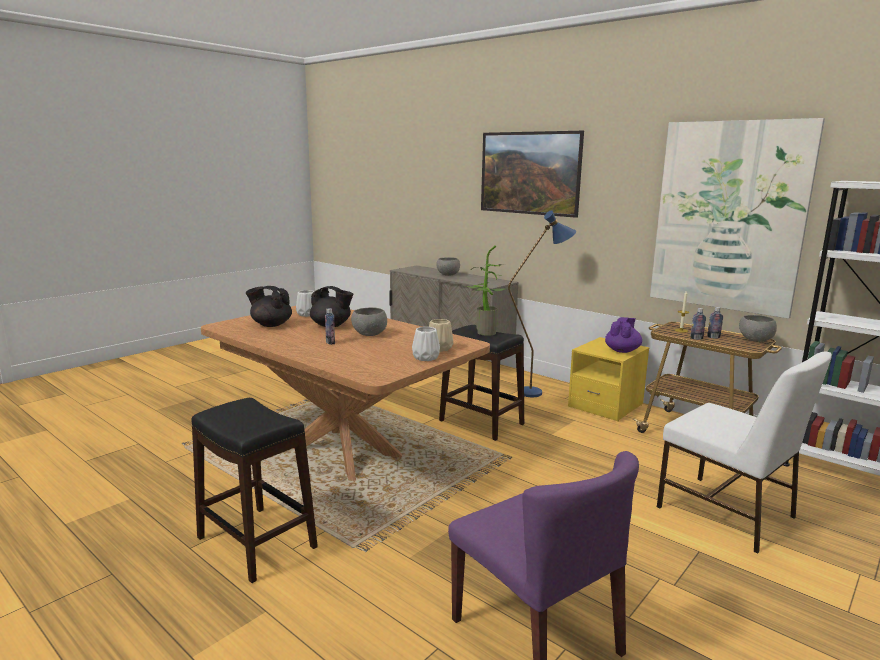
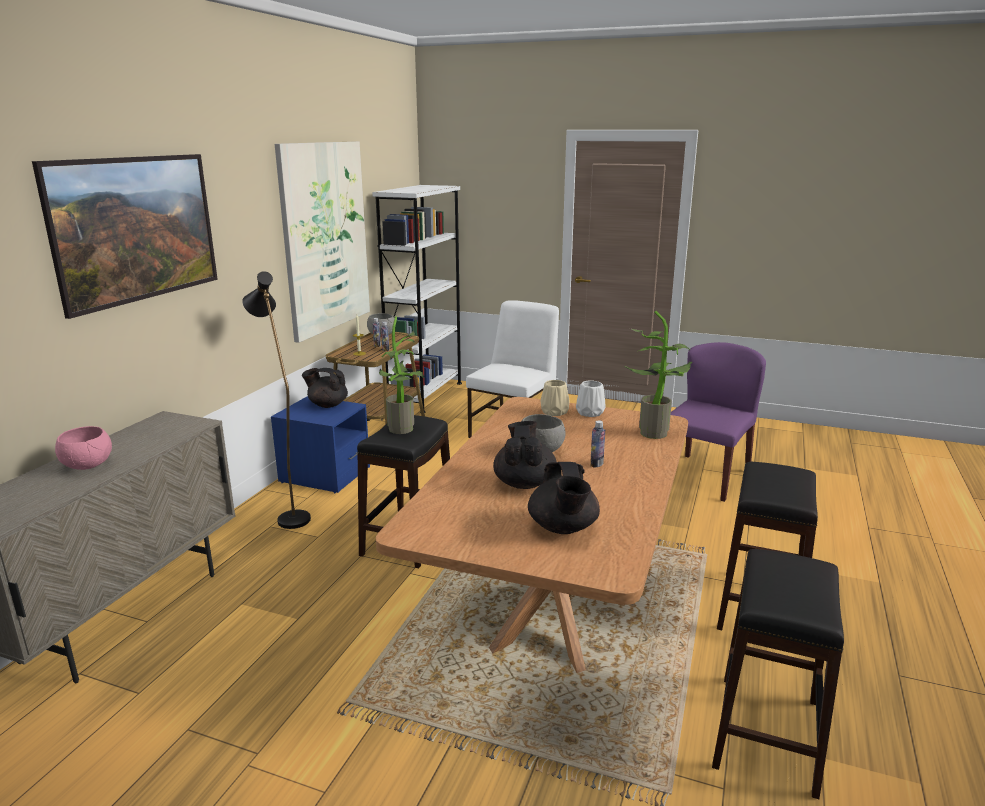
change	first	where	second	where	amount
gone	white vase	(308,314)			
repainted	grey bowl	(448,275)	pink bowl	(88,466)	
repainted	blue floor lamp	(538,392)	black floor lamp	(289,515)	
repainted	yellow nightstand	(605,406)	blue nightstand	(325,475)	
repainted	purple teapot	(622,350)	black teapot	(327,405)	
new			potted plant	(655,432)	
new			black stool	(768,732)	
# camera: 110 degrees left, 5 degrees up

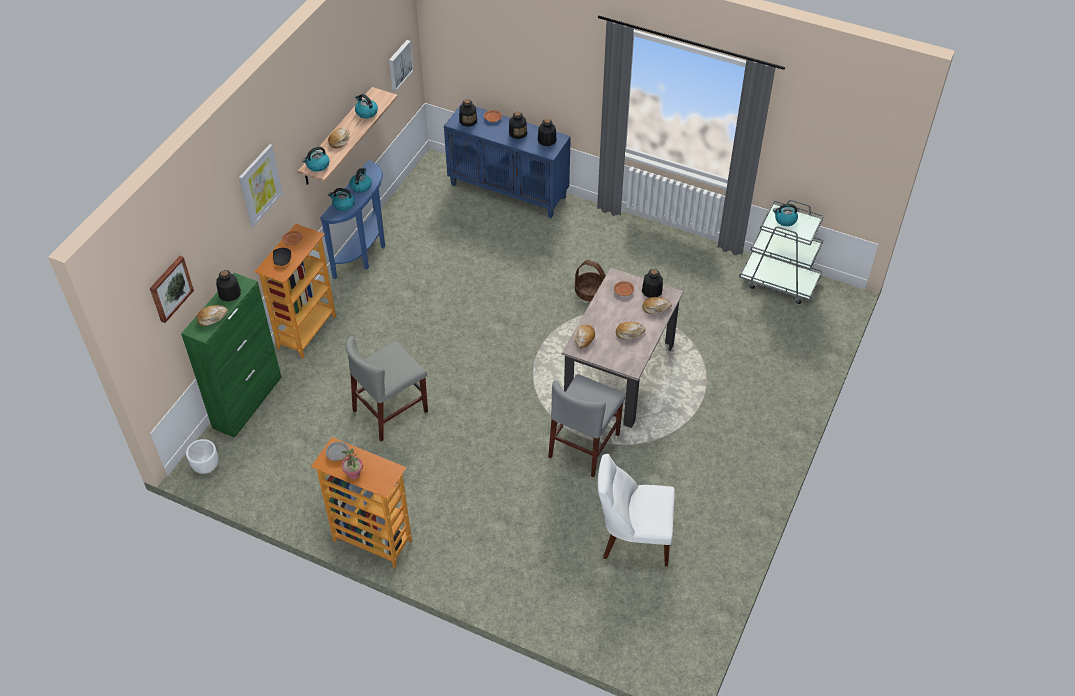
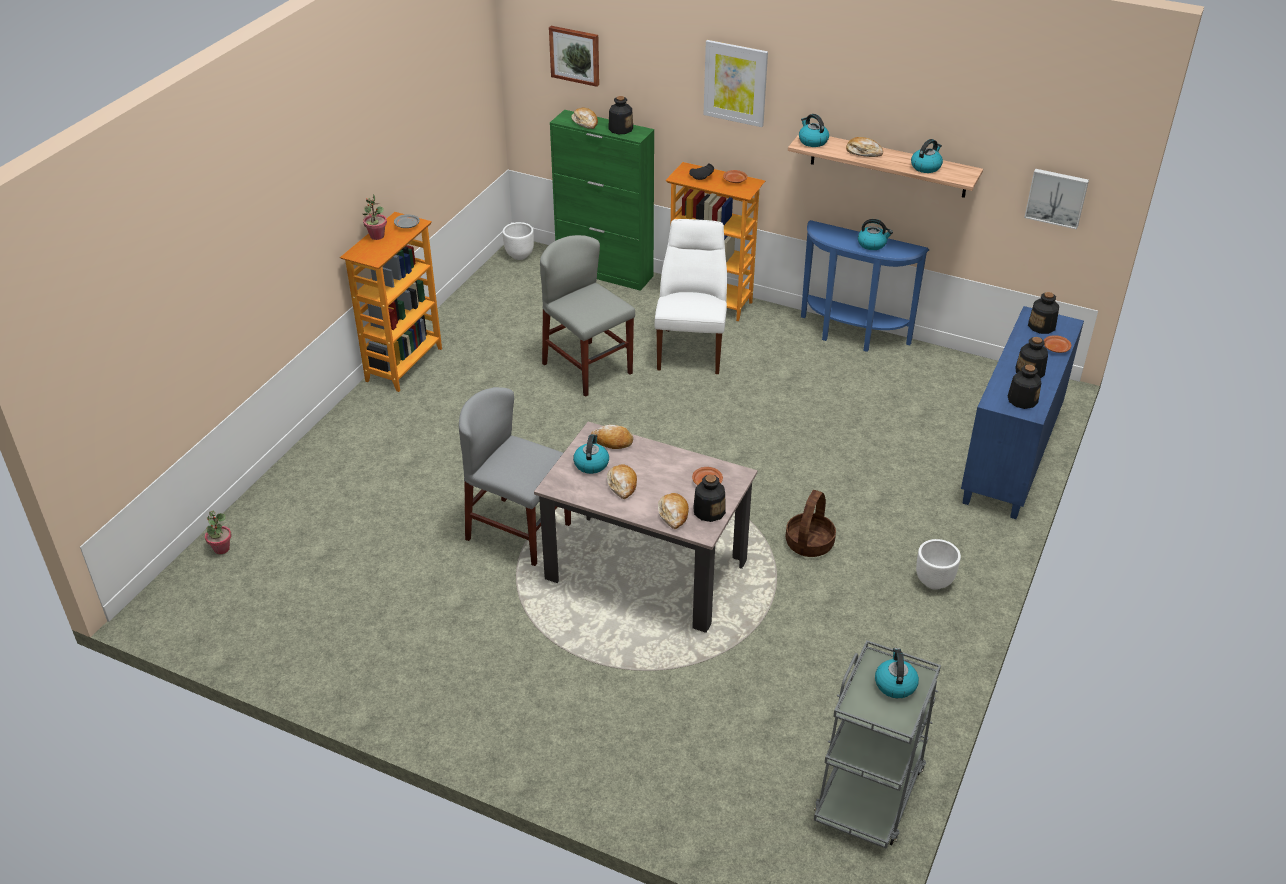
change	first	where	second	where	amount
shifted	kettle	(343,204)		(591,464)	
shifted	white chair	(633,539)		(691,348)	
new			potted plant	(221,549)	
new			white planter	(934,581)	
# camera: 90 degrees right, 10 degrees down

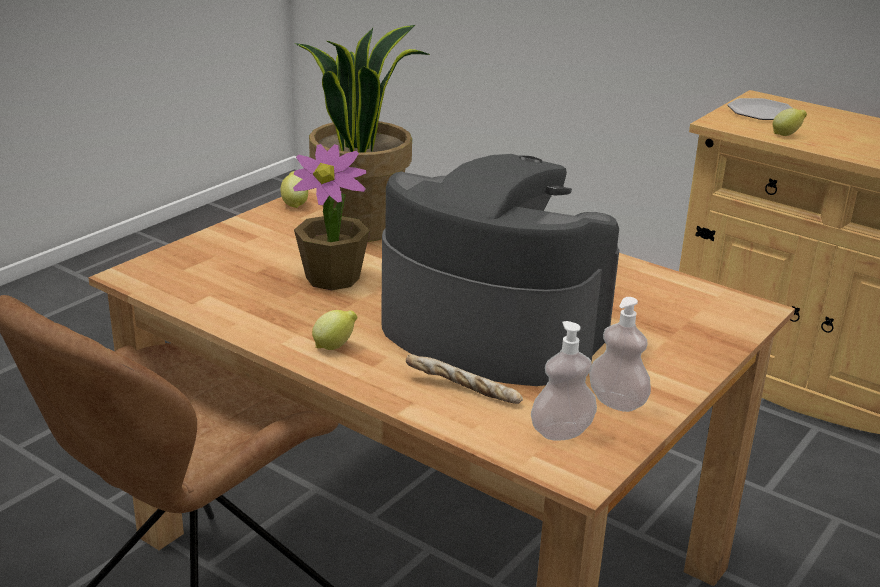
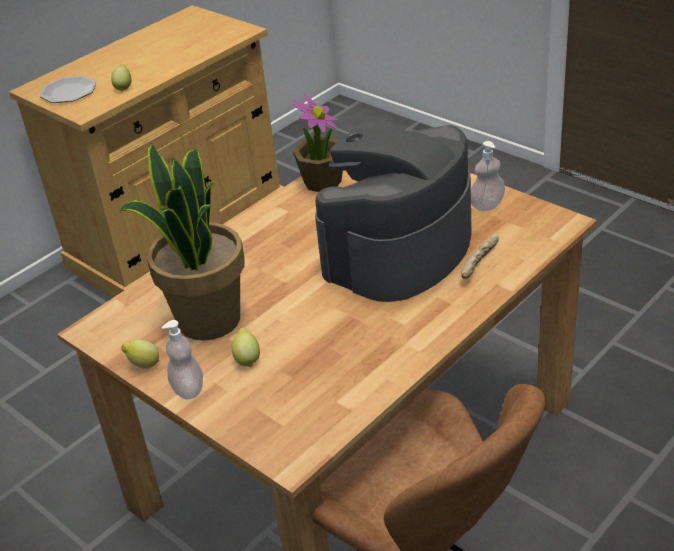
change	first	where	second	where	amount
shifted	potted plant	(333,278)		(322,182)	
shifted	lemon	(335,346)		(247,359)	
shifted	soap dispenser	(561,432)		(188,389)	
# camera: 80 degrees left, 10 degrees up

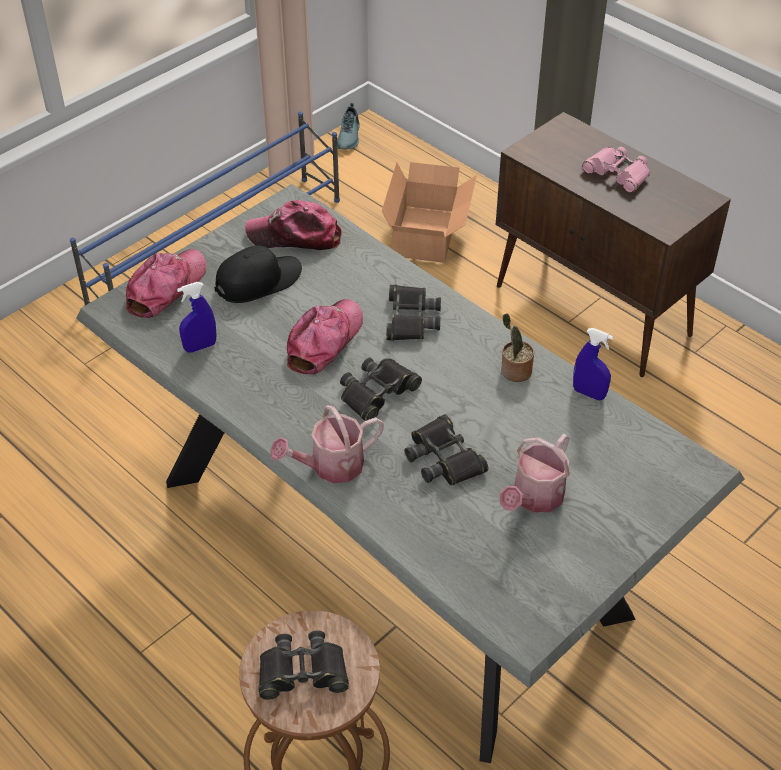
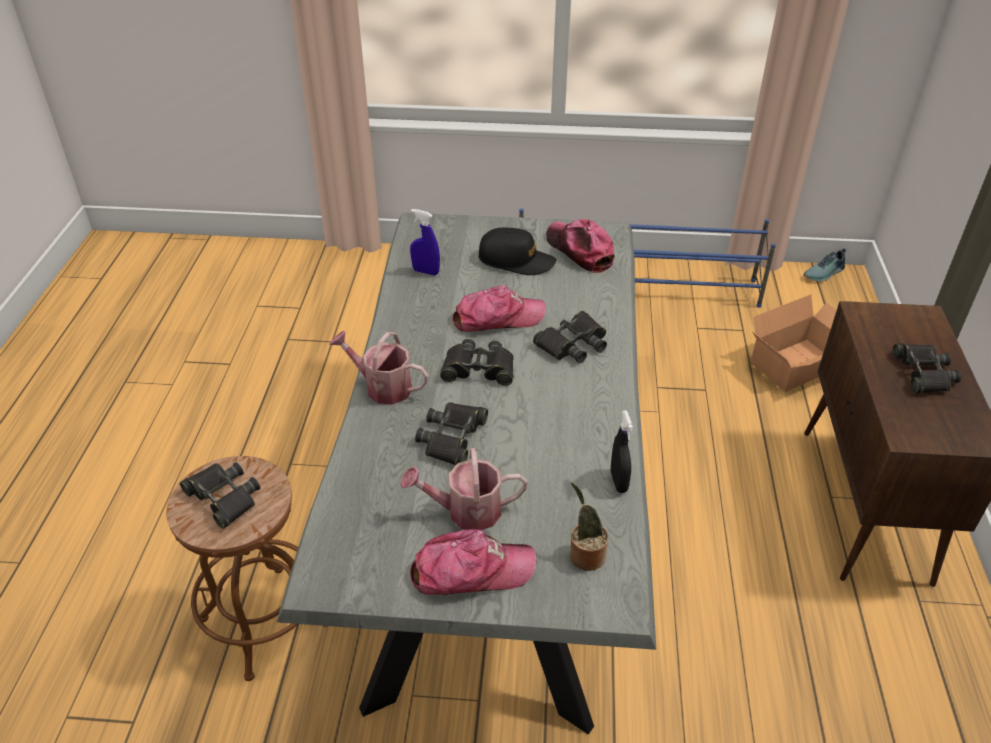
change	first	where	second	where	amount
shifted	cap	(166,288)		(471,571)	
shifted	potted plant	(514,371)		(585,555)	
repainted	blue spray bottle	(589,393)	black spray bottle	(618,481)	
repainted	pink binoculars	(617,173)	black binoculars	(923,373)	
# camera: 50 degrees right, 5 degrees down

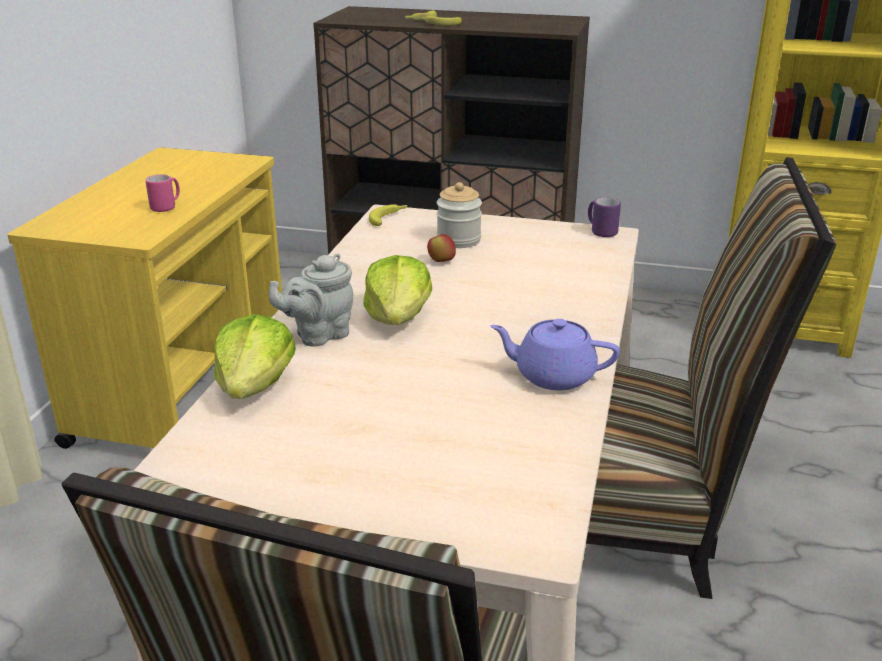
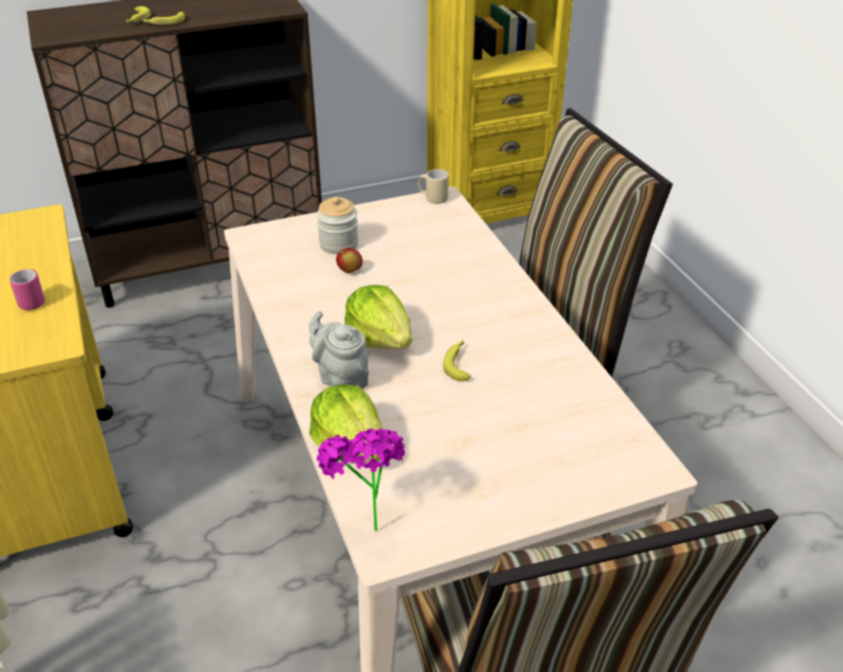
change	first	where	second	where	amount
rotated	grey teapot	(318,335)		(341,378)	120 degrees clockwise
shifted	banana	(389,218)		(459,363)	
gone	purple teapot	(553,376)			
repainted	purple mug	(600,232)	beige mug	(433,198)	
new			potted plant	(366,520)	
# camera: 35 degrees left, 10 degrees up

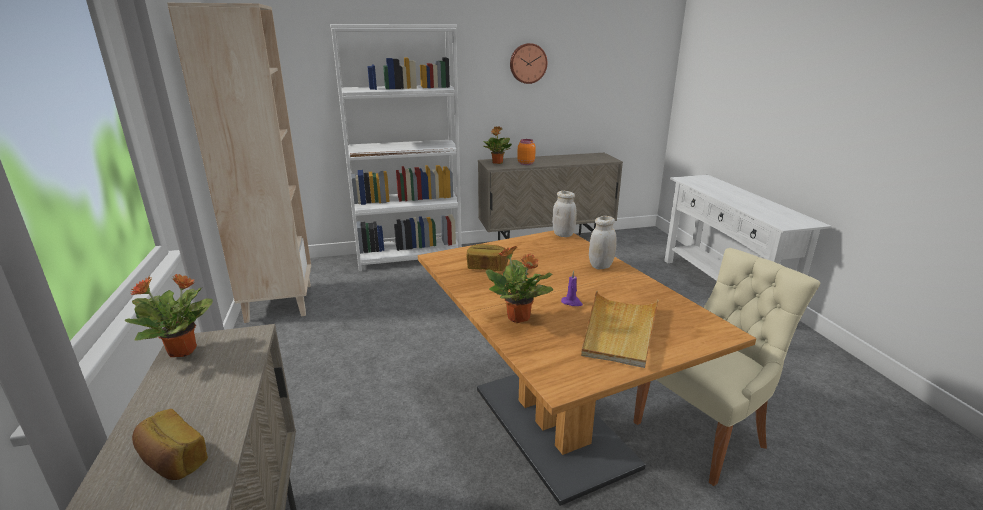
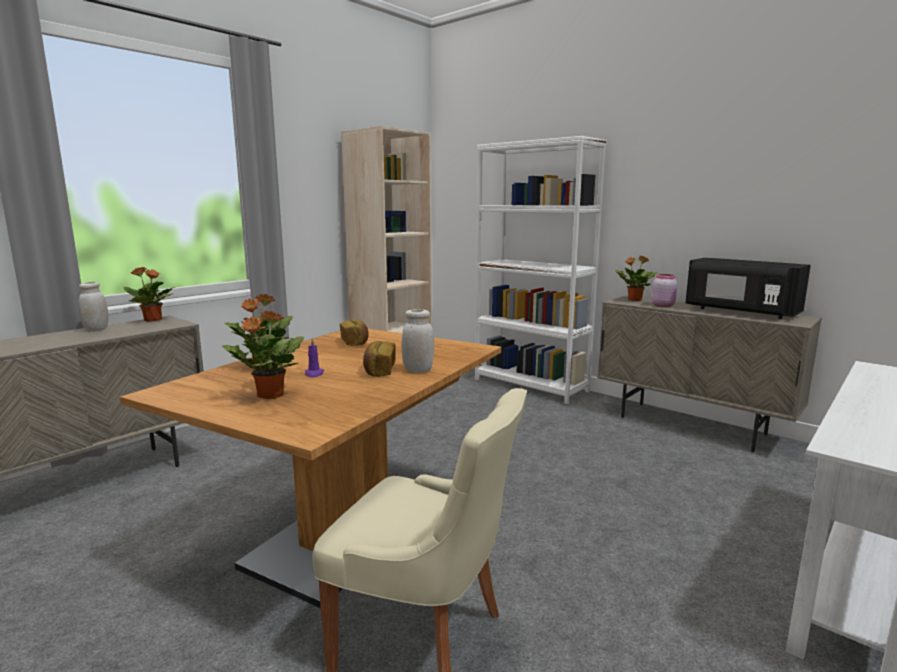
change	first	where	second	where	amount
shifted	bread	(172,461)		(379,370)	
gone	wall clock	(528,63)			
repainted	orange jar	(525,163)	pink jar	(662,305)	
shifted	white jar	(563,234)		(96,330)	
swapped	beige tray	(619,331)	potted plant	(269,395)	
new			black microwave	(739,312)	
# camera: 55 degrees right, 10 degrees down

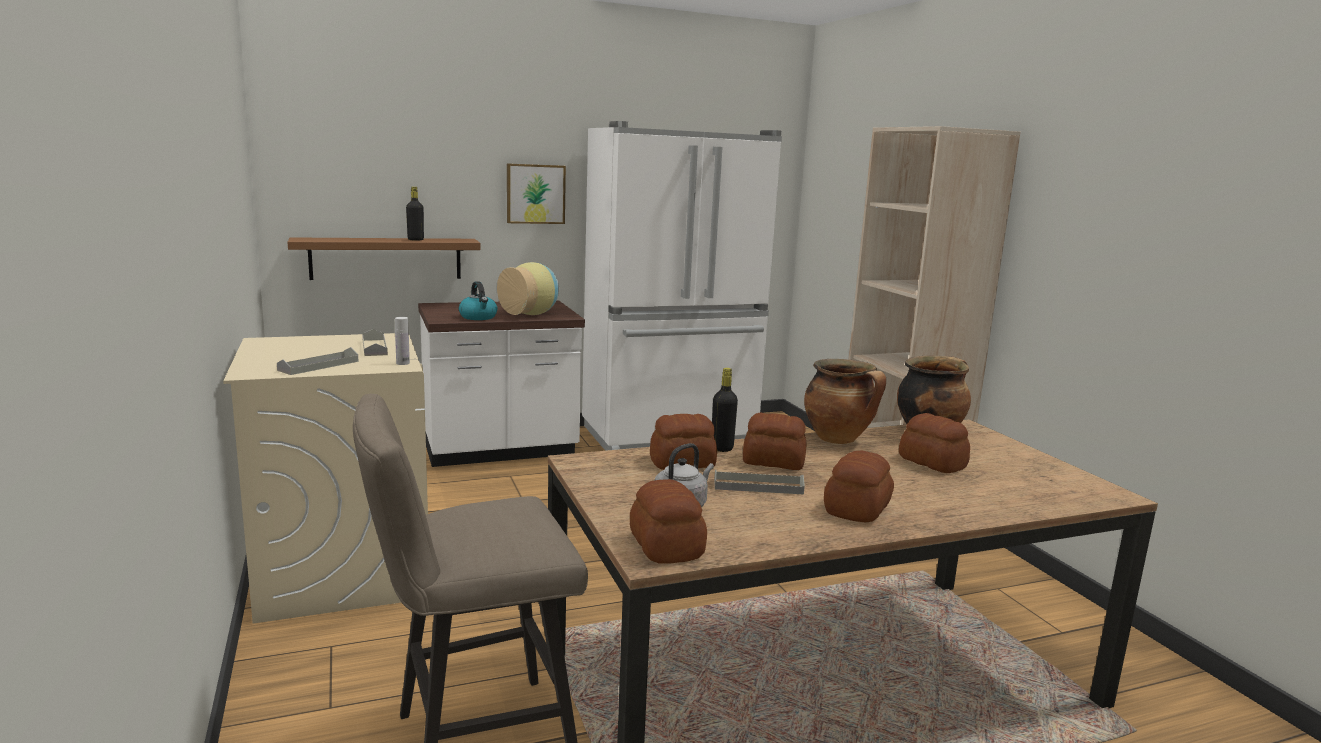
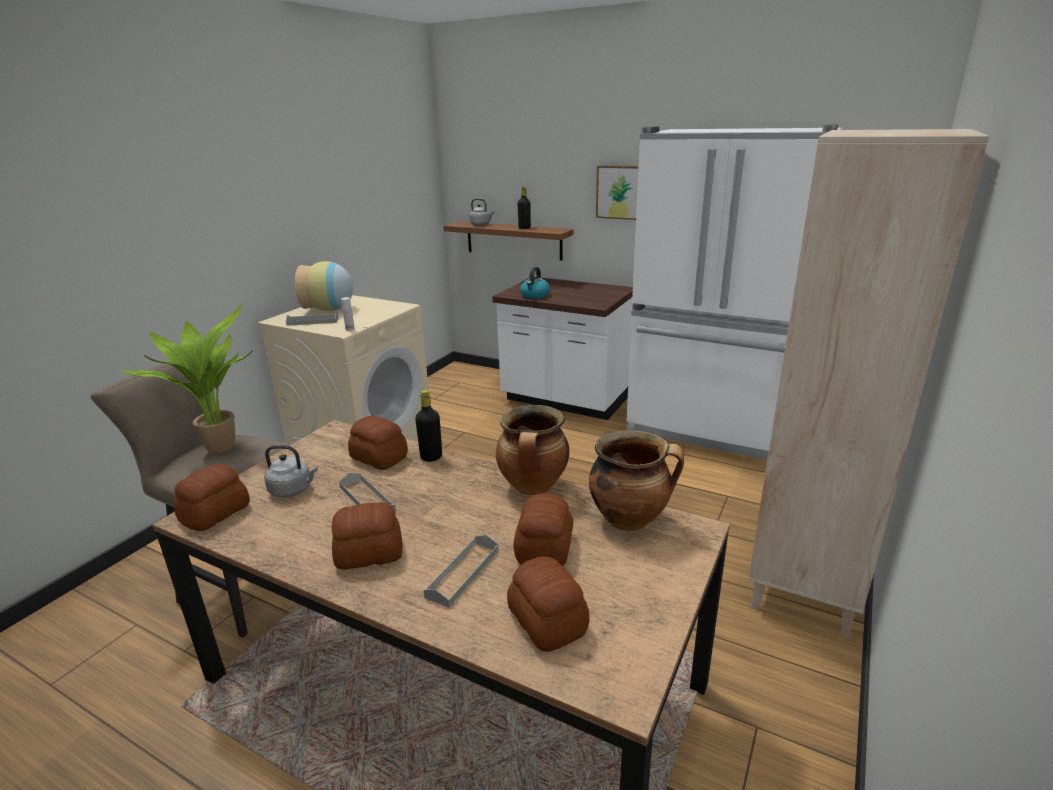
change	first	where	second	where	amount
shifted	grey tray	(374,347)		(463,573)	
shifted	vase	(531,314)		(330,310)	
shifted	bread	(774,462)		(547,622)	
new			potted plant	(220,447)	
new			grey kettle	(481,225)	
# camera: 50 degrees right, 10 degrees up

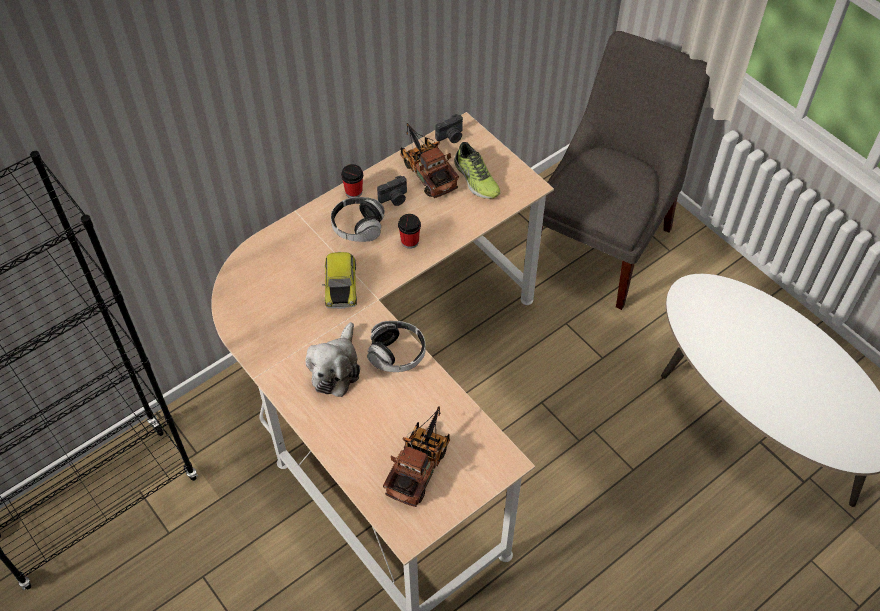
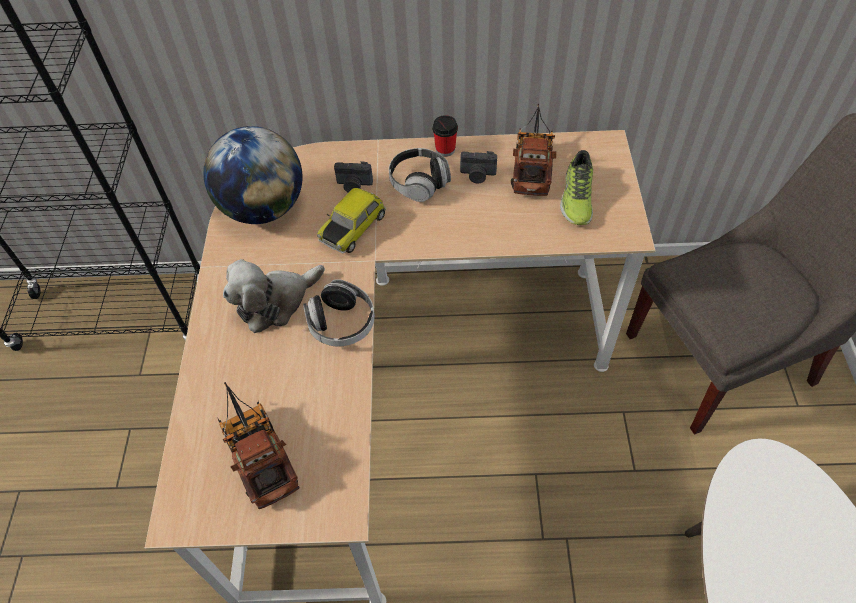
change	first	where	second	where	amount
rotated	toy truck	(420,464)		(258,451)	90 degrees counterclockwise
gone	cup	(410,241)			
shifted	photo camera	(451,137)		(354,185)	
new			globe	(264,208)	
# camera: 40 degrees right, 0 degrees up

